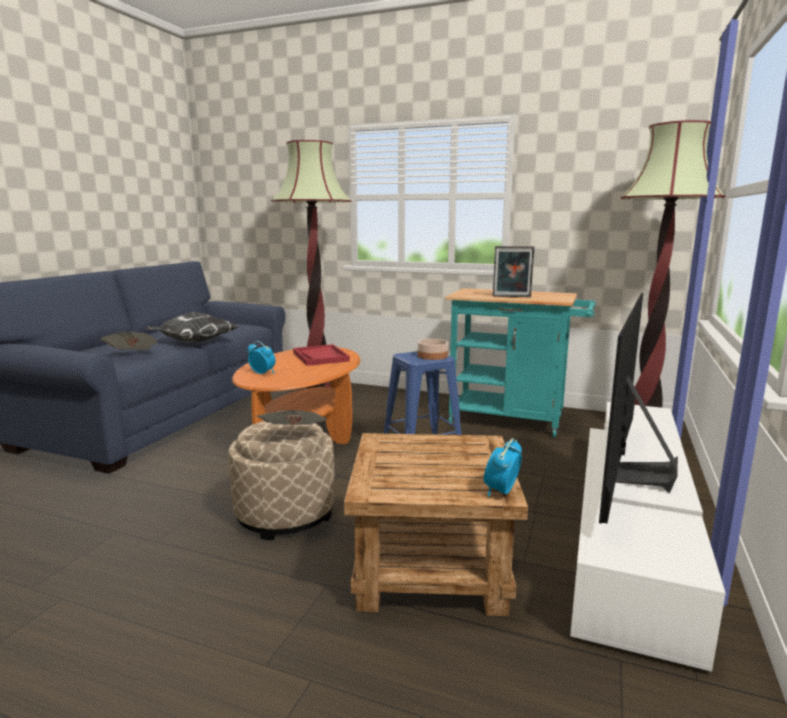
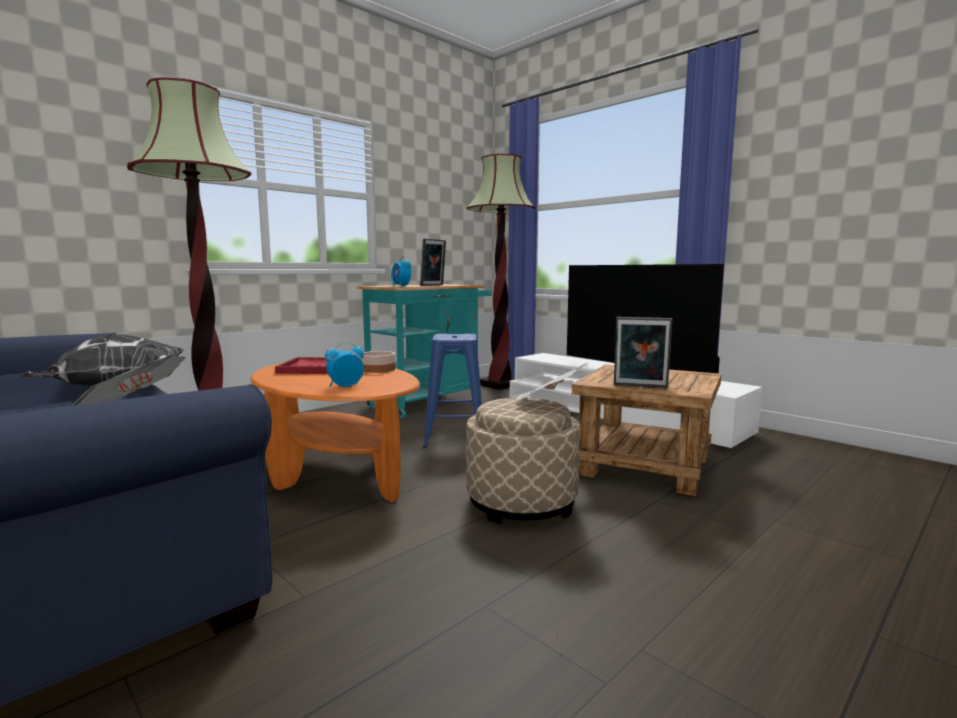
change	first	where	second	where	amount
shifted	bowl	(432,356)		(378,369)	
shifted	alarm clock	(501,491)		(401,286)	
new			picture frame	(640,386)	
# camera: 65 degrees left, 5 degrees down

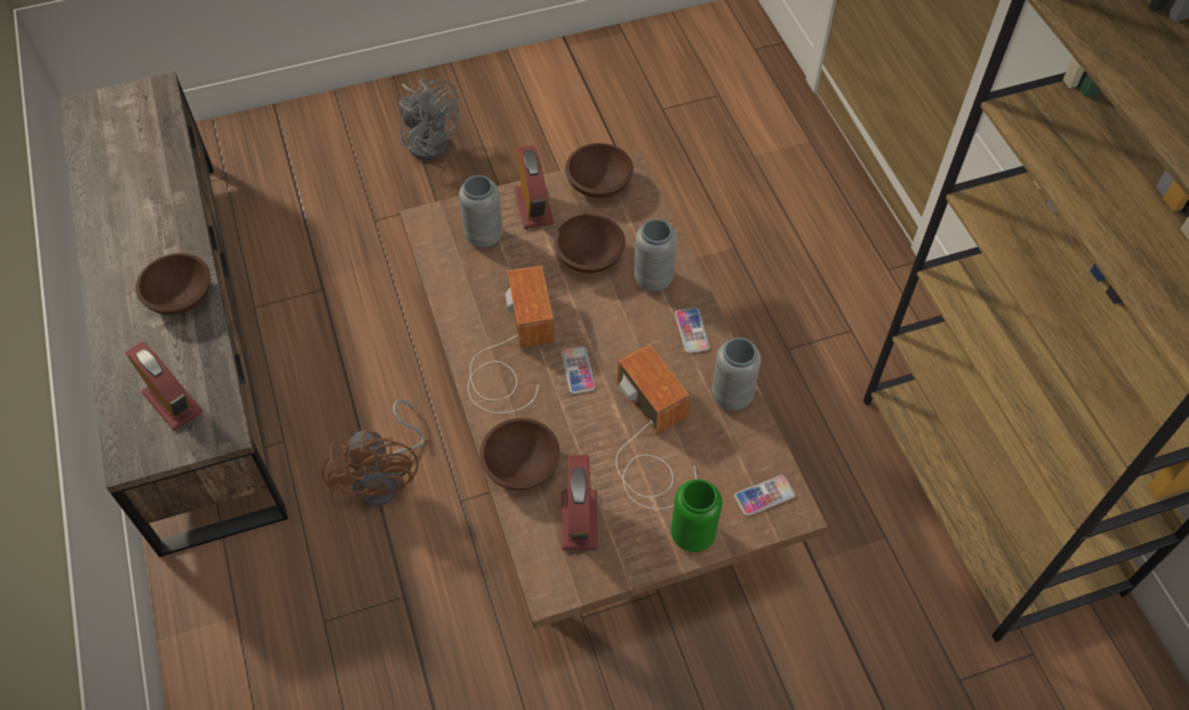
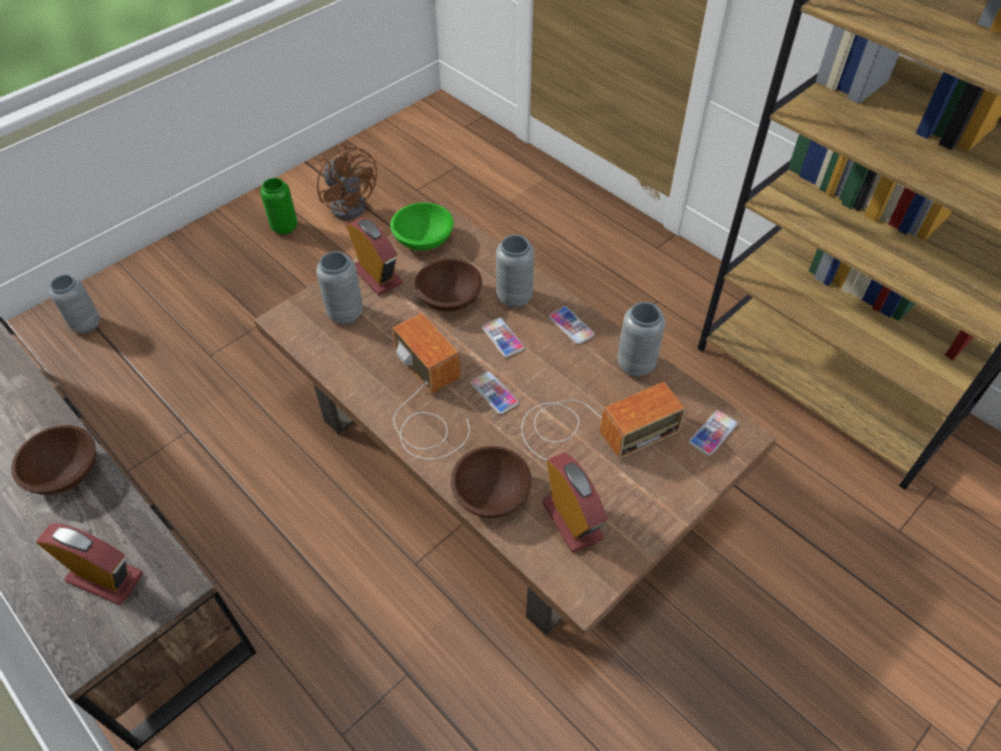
change	first	where	second	where	amount
shifted	brown fan	(386,476)		(351,203)	
gone	grey fan	(429,139)			
repainted	brown bowl	(600,183)	green bowl	(424,239)	
rotated	radio	(650,442)		(592,428)	120 degrees clockwise
shifted	green vase	(692,535)		(284,227)	
new			grey vase	(86,325)	
new			phone	(502,338)	
# camera: 25 degrees left, 5 degrees down

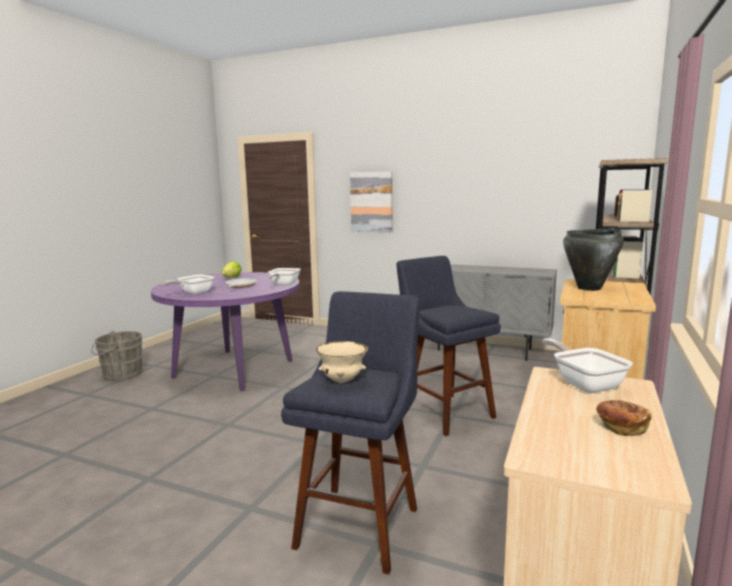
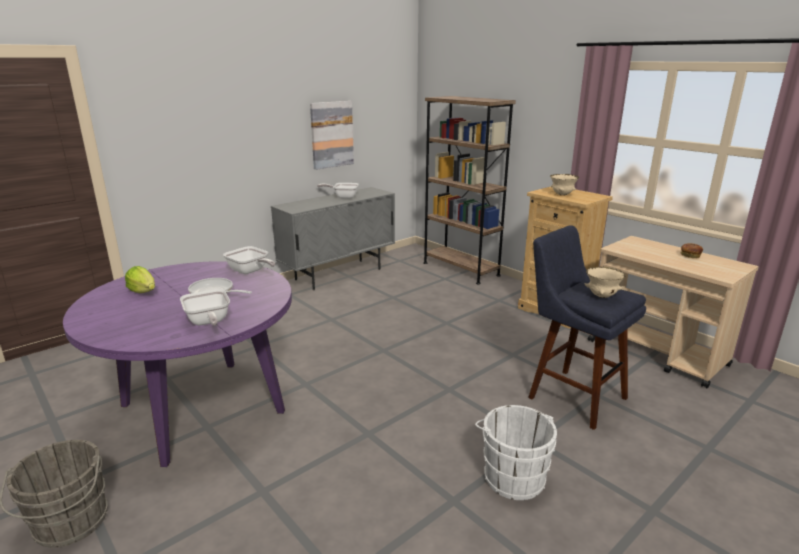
change	first	where	second	where	amount
shifted	picture	(371,202)		(331,134)	
gone	blue stool	(444,411)			
shifted	frying pan	(584,383)		(343,197)	
swapped	black cooking pot	(590,288)	beige bowl	(562,195)	
new			white bucket	(512,475)	
# camera: 65 degrees left, 10 degrees up

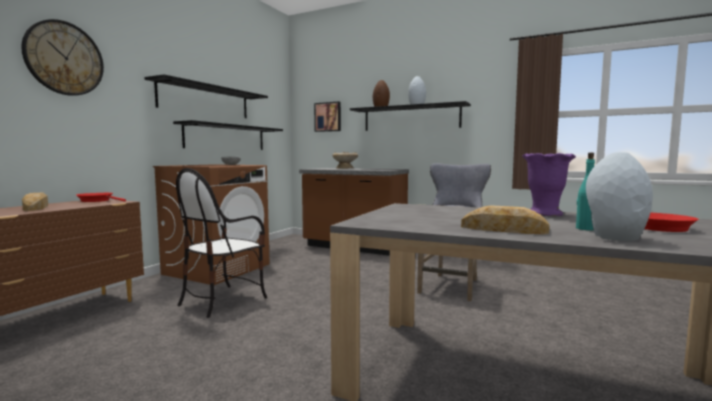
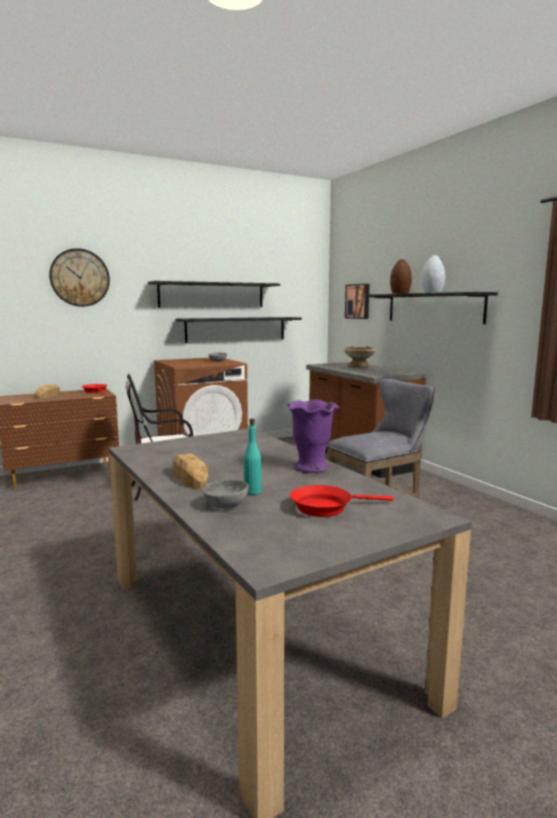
change	first	where	second	where	amount
swapped	grey vase	(614,237)	grey bowl	(225,505)	
# camera: 35 degrees right, 5 degrees up

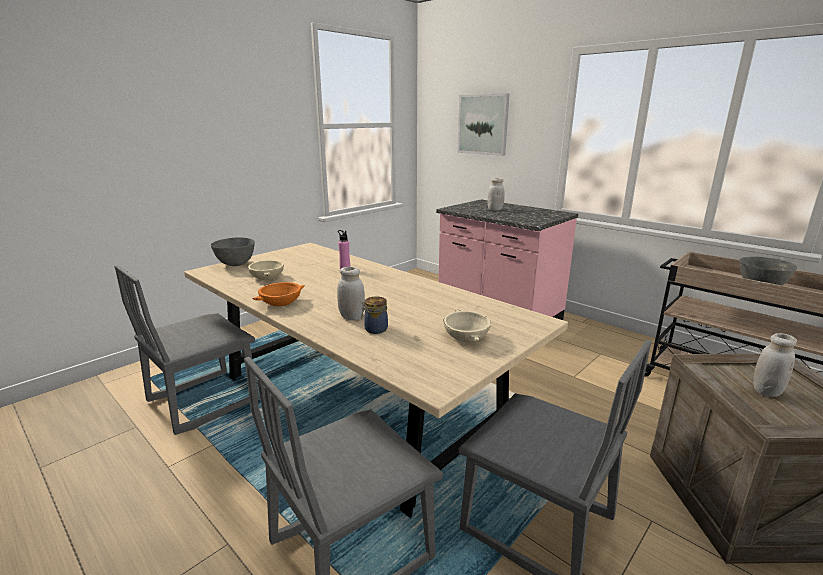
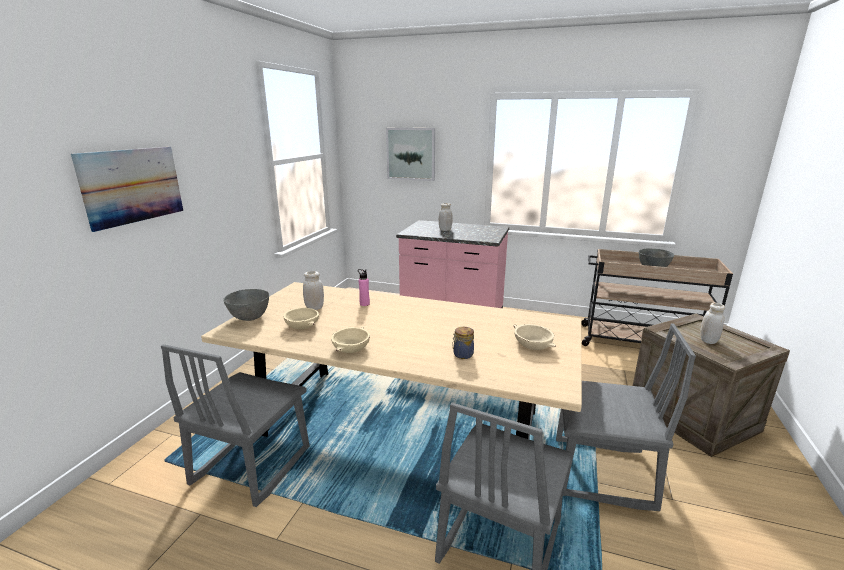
change	first	where	second	where	amount
repainted	orange bowl	(280,302)	beige bowl	(351,348)	
shifted	white jar	(352,317)		(314,307)	
new			picture	(133,186)	
# camera: 25 degrees left, 0 degrees up

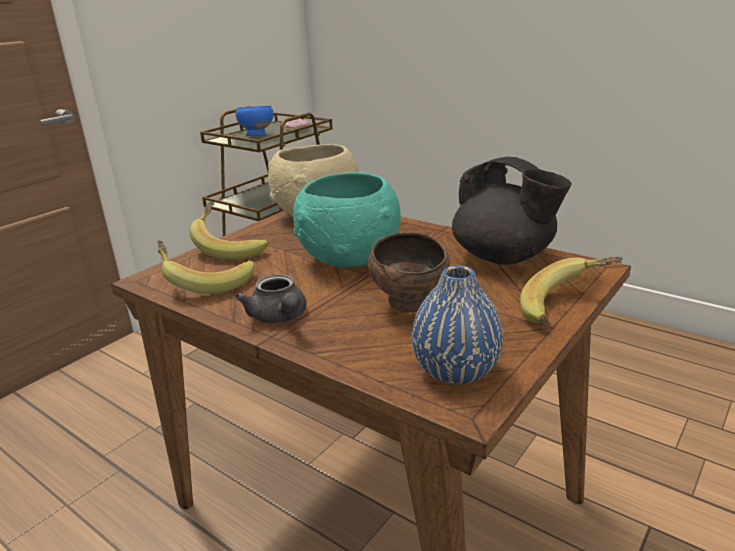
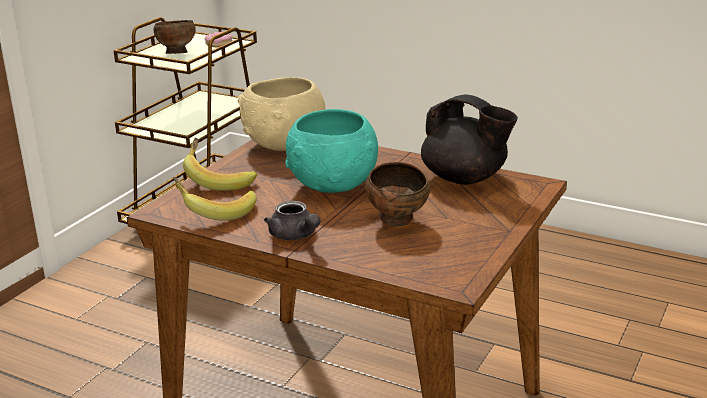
change	first	where	second	where	amount
repainted	blue bowl	(256,137)	brown bowl	(176,54)	
gone	blue vase	(455,370)			
gone	banana	(568,309)			
# camera: 10 degrees left, 0 degrees up

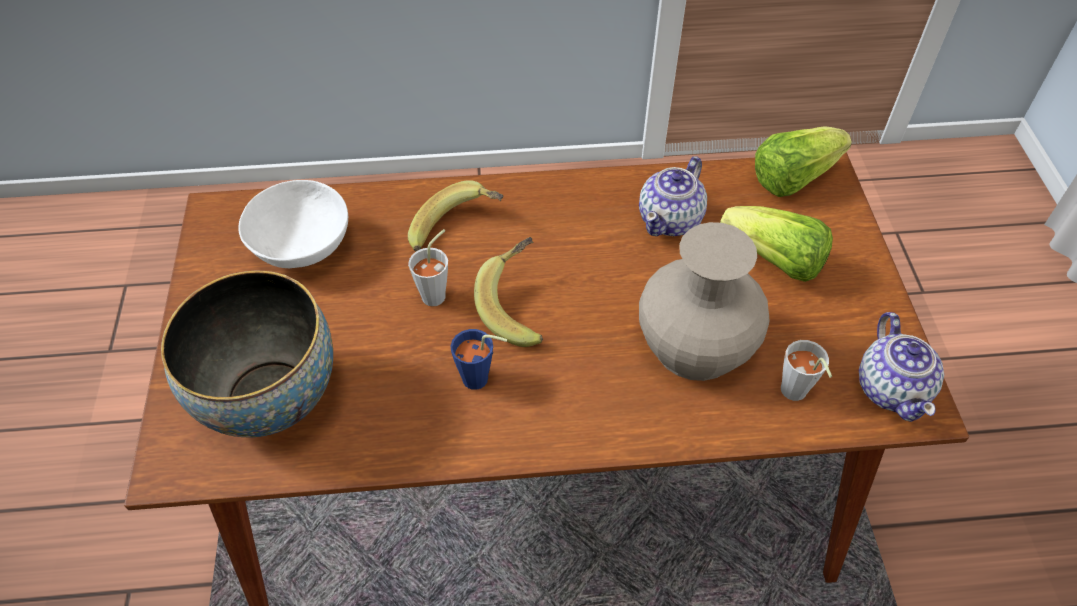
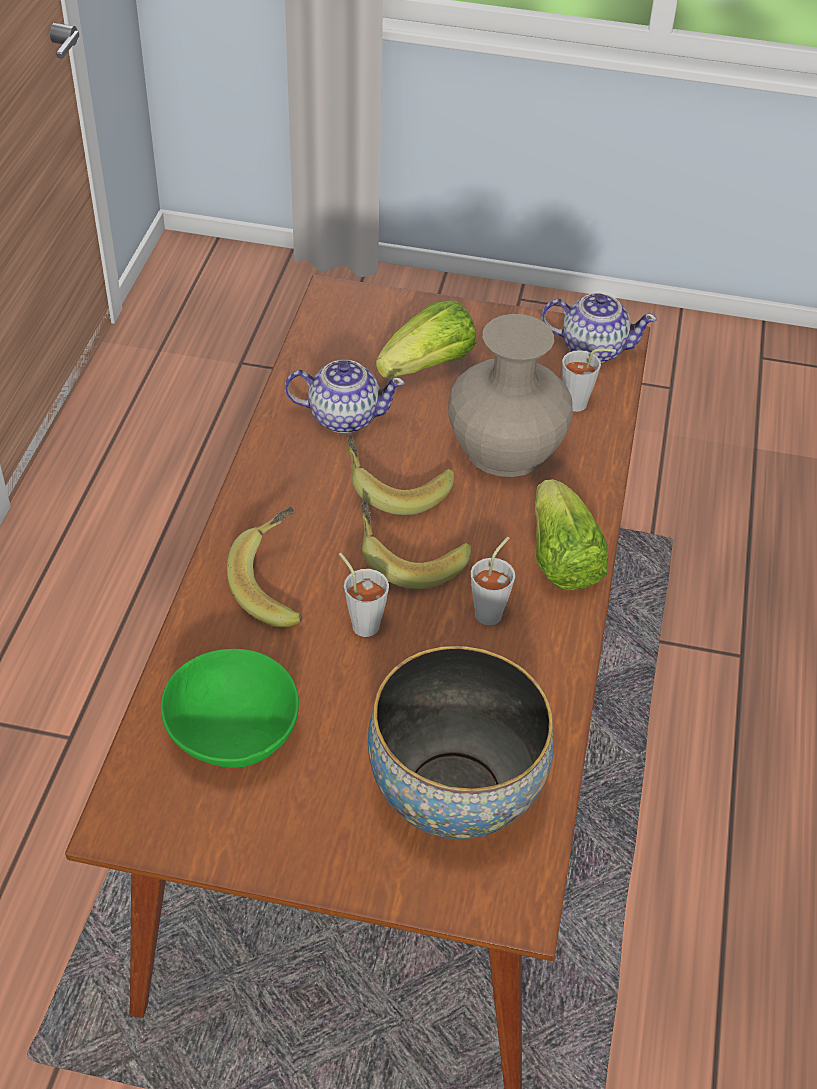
change	first	where	second	where	amount
repainted	white bowl	(303,247)	green bowl	(233,735)	
repainted	blue cup	(481,380)	grey cup	(492,610)	
rotated	teapot	(671,220)		(343,416)	45 degrees counterclockwise
shifted	lettuce	(793,177)		(561,559)	
new			banana	(395,488)	
# camera: 75 degrees left, 5 degrees down

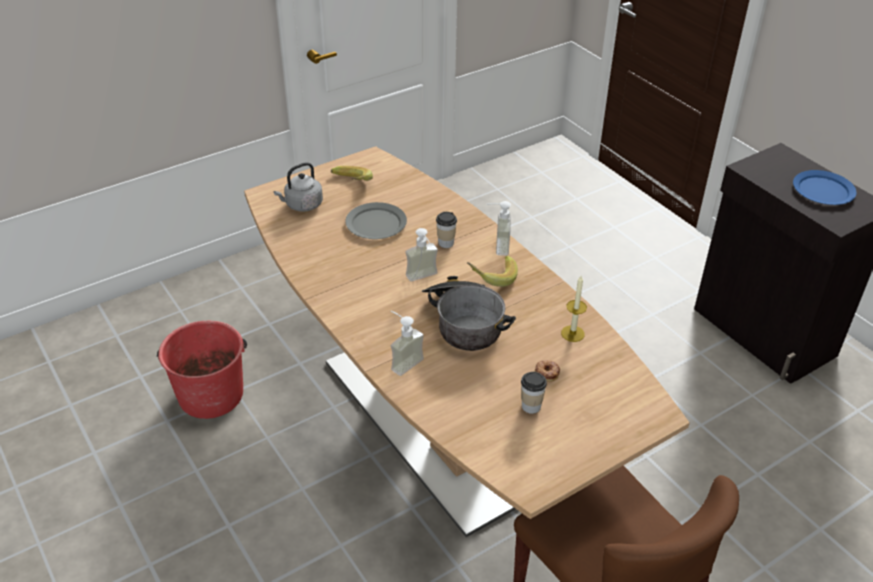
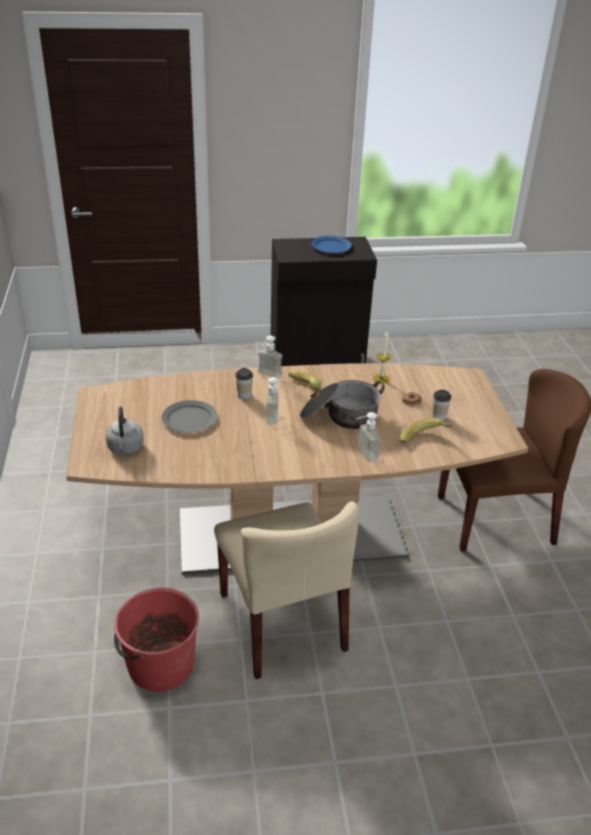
change	first	where	second	where	amount
shifted	banana	(350,185)		(424,441)	
new			beige chair	(282,622)	
# camera: 65 degrees left, 5 degrees down

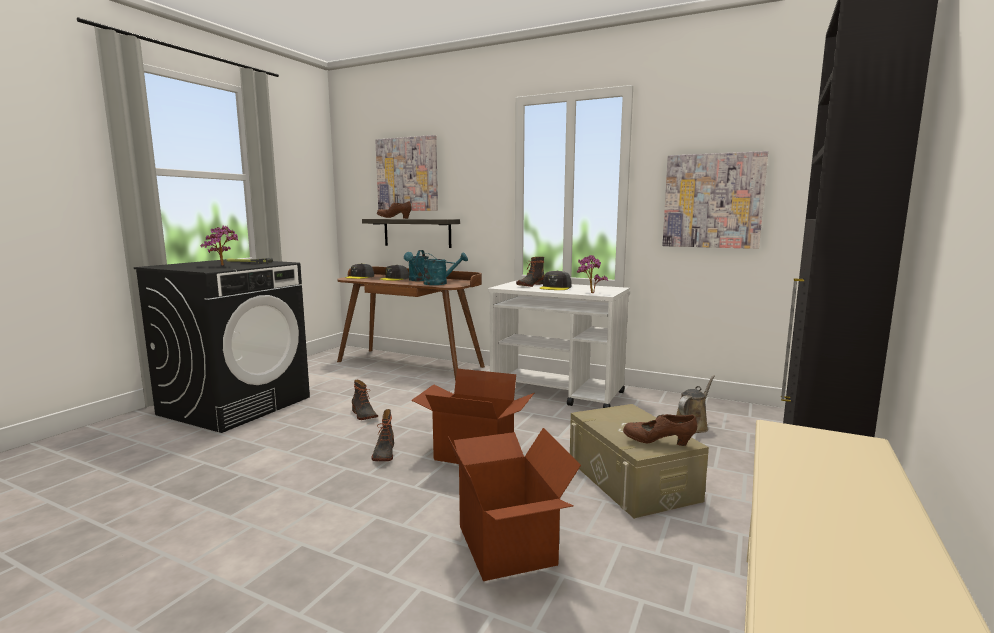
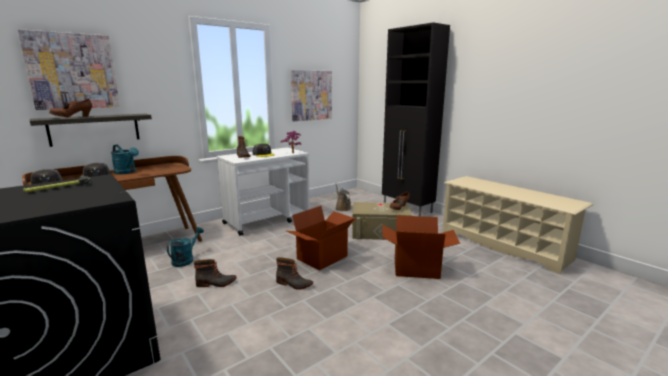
change	first	where	second	where	amount
gone	potted plant	(224,265)			
shifted	turquoise watering can	(440,283)		(185,259)	
# camera: 65 degrees left, 5 degrees up

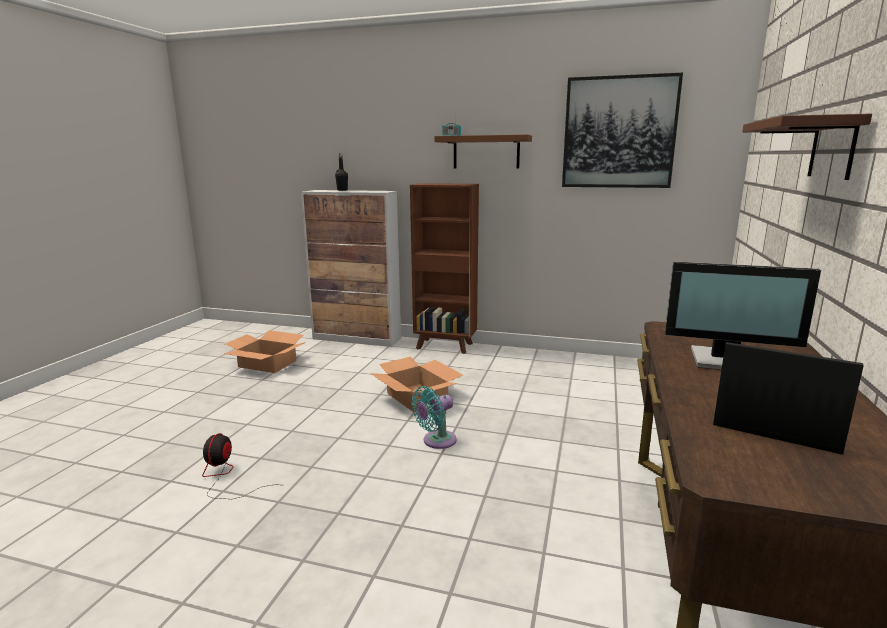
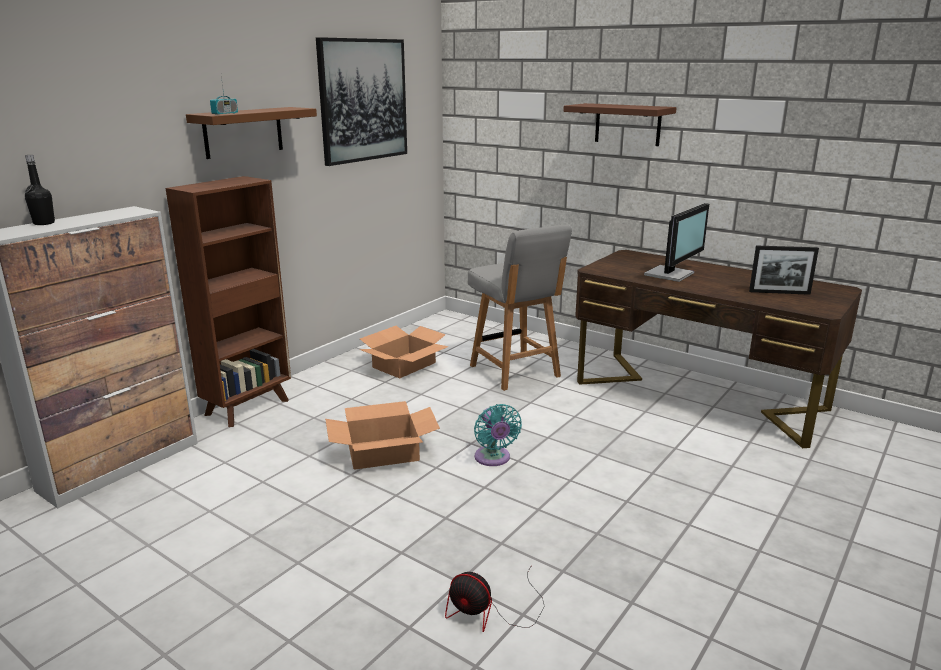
change	first	where	second	where	amount
shifted	cardboard box	(267,364)		(404,365)	
rotated	picture frame	(774,437)		(779,292)	135 degrees counterclockwise
new			grey chair	(515,372)	
# camera: 70 degrees left, 5 degrees up

